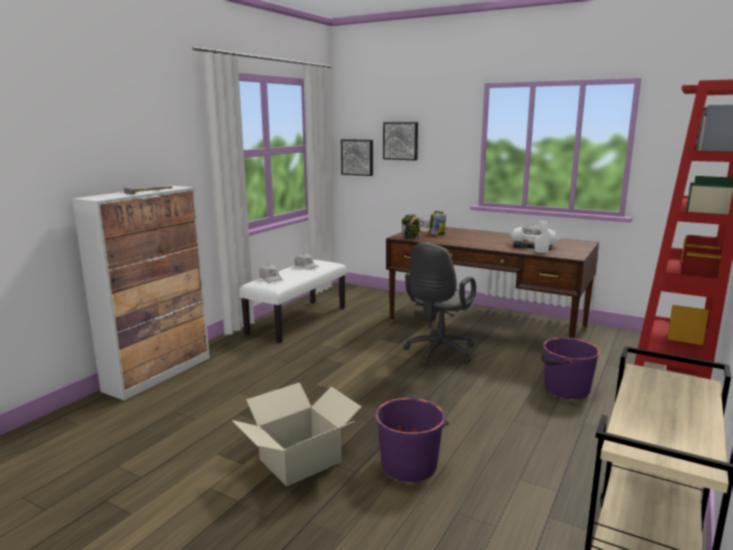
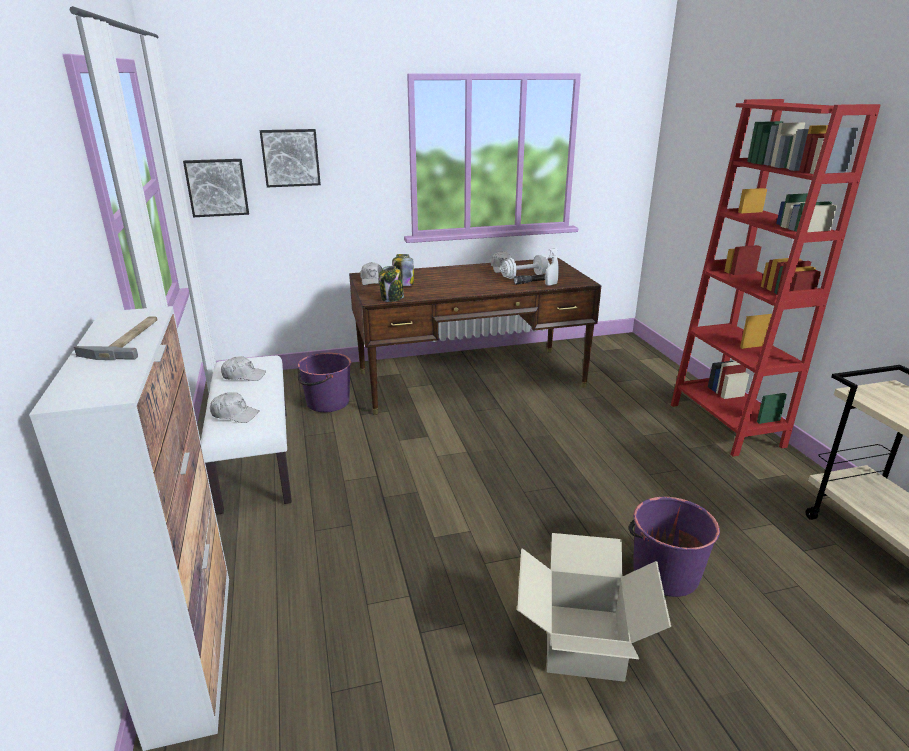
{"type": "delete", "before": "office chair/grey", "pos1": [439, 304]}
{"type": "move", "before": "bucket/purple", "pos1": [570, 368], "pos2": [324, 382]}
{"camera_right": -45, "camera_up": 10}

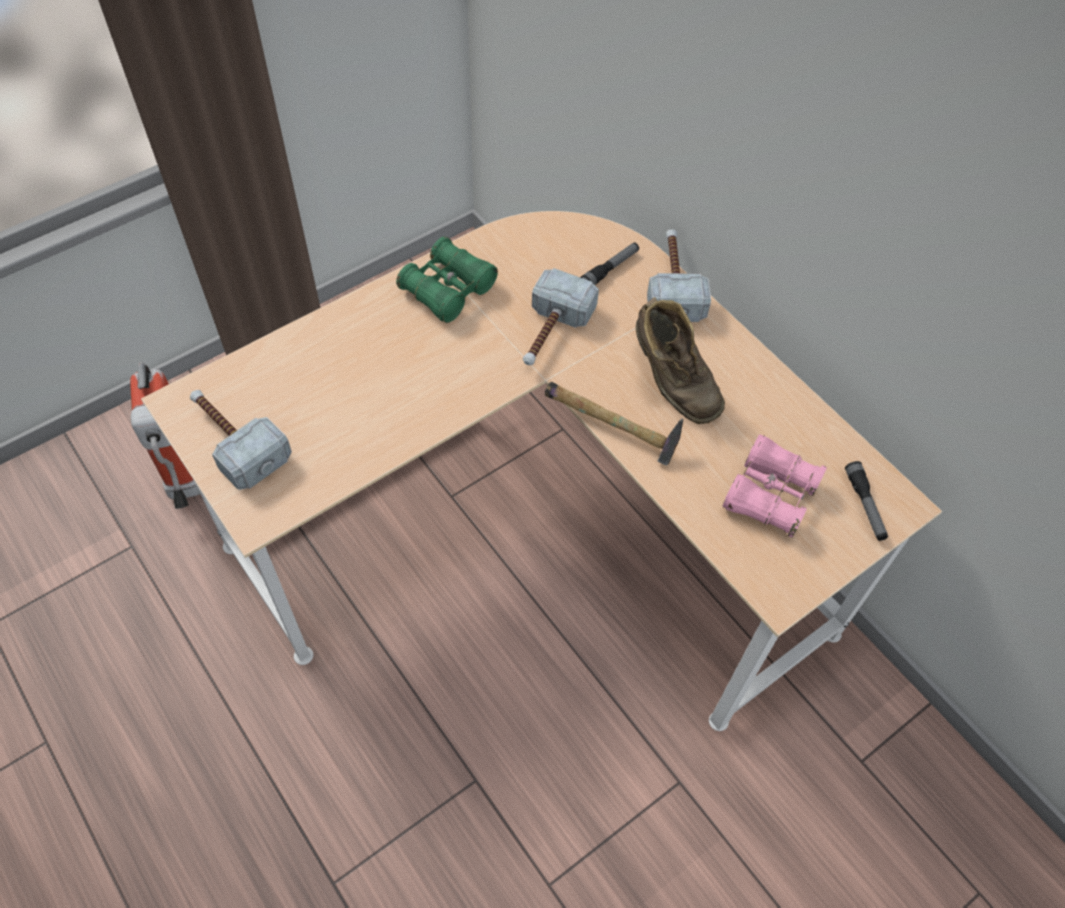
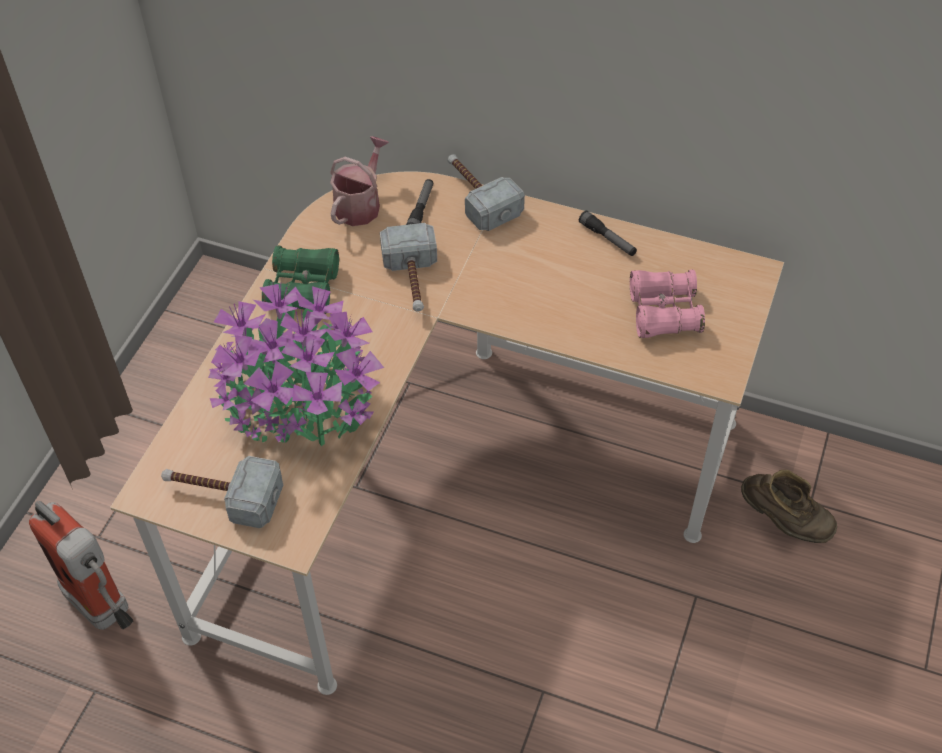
{"type": "move", "before": "boot/brown", "pos1": [680, 360], "pos2": [789, 506]}
{"type": "delete", "before": "hammer", "pos1": [614, 424]}
{"type": "move", "before": "flashlight", "pos1": [866, 501], "pos2": [608, 233]}
{"type": "insert", "after": "watering can", "pos2": [359, 181]}
{"type": "insert", "after": "potted plant", "pos2": [296, 364]}
{"camera_right": -30, "camera_up": -5}

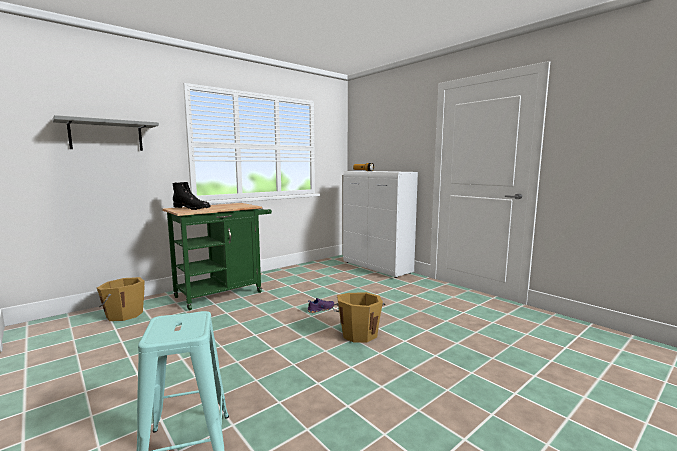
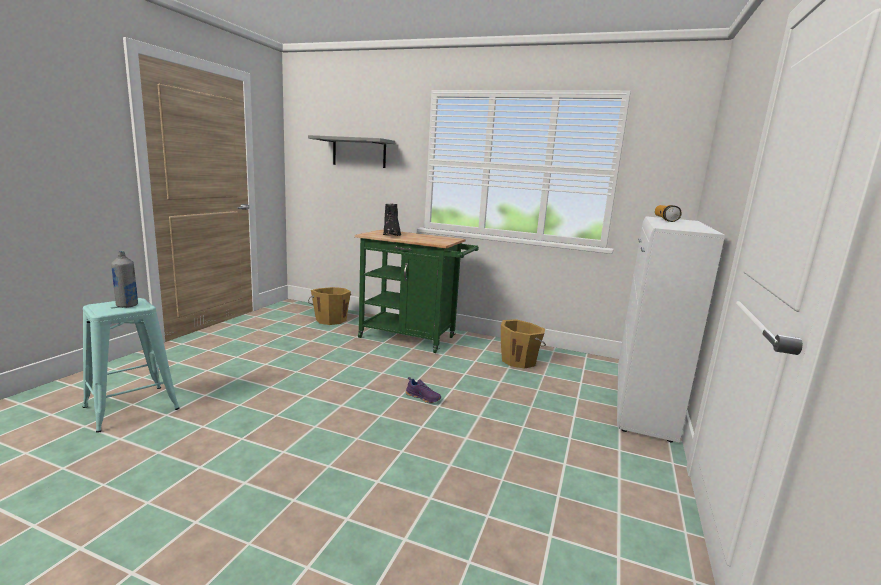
{"type": "move", "before": "bucket/orange", "pos1": [359, 317], "pos2": [523, 344]}
{"type": "insert", "after": "bottle/grey", "pos2": [124, 279]}
{"camera_right": 60, "camera_up": 5}

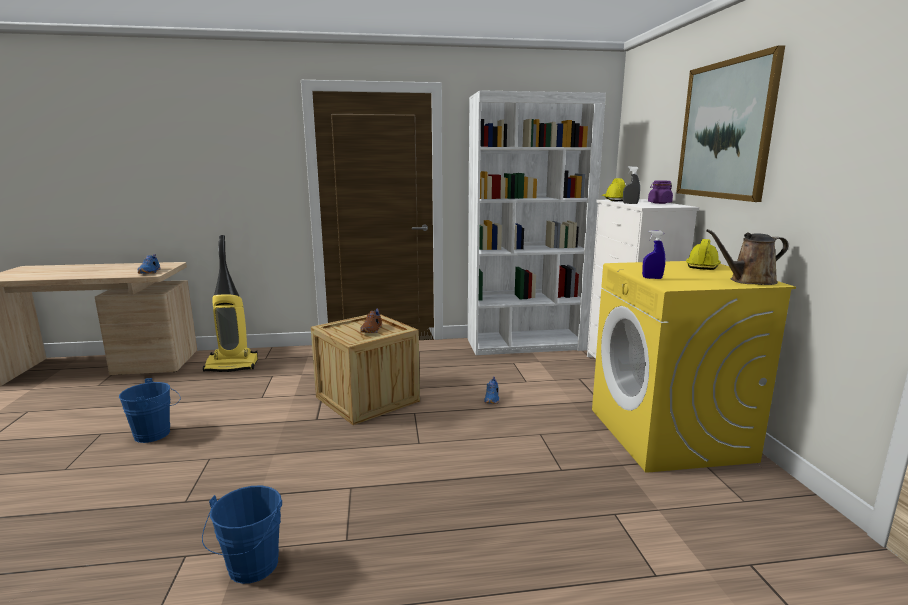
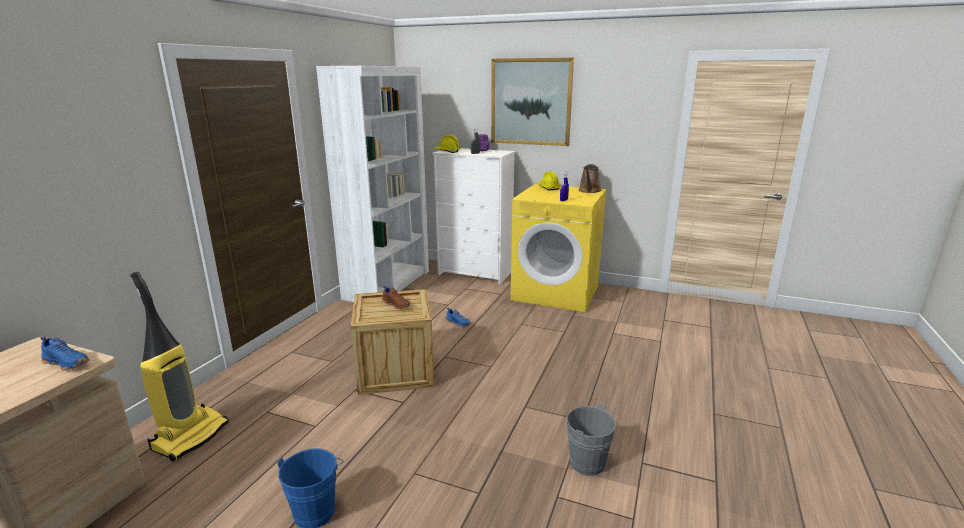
{"type": "recolor", "before": "bucket/blue", "after": "bucket/grey", "pos1": [242, 534], "pos2": [595, 439]}
{"camera_right": -60, "camera_up": 5}

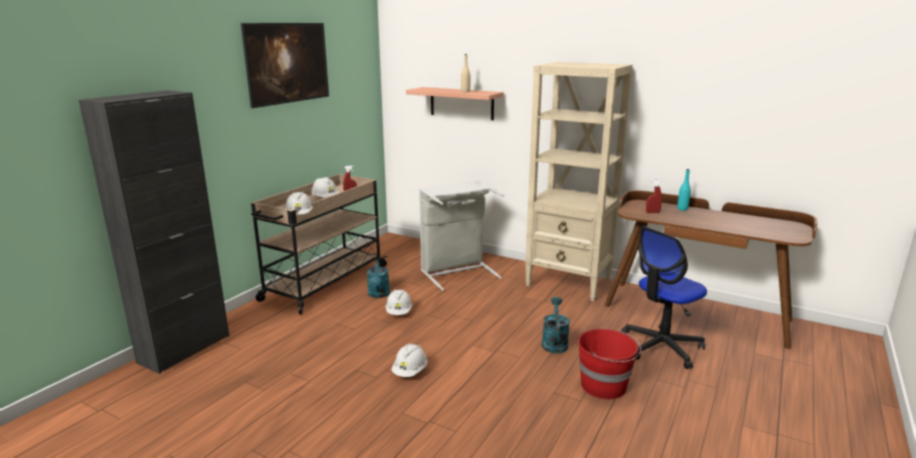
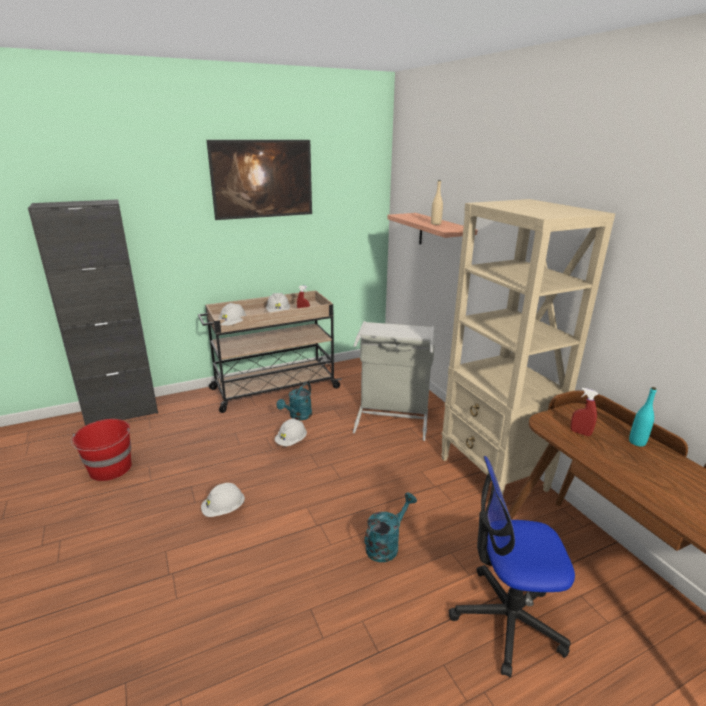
{"type": "move", "before": "bucket/red", "pos1": [609, 364], "pos2": [101, 450]}
{"camera_right": 35, "camera_up": 5}

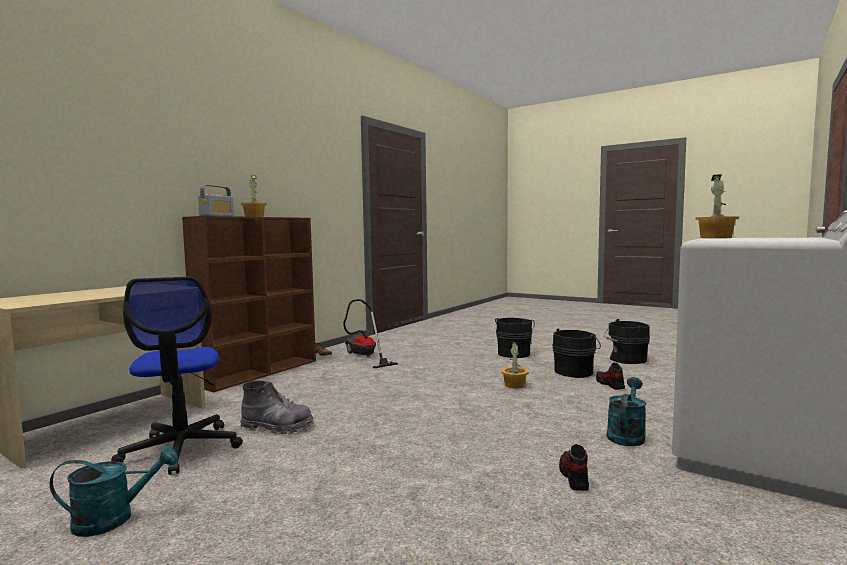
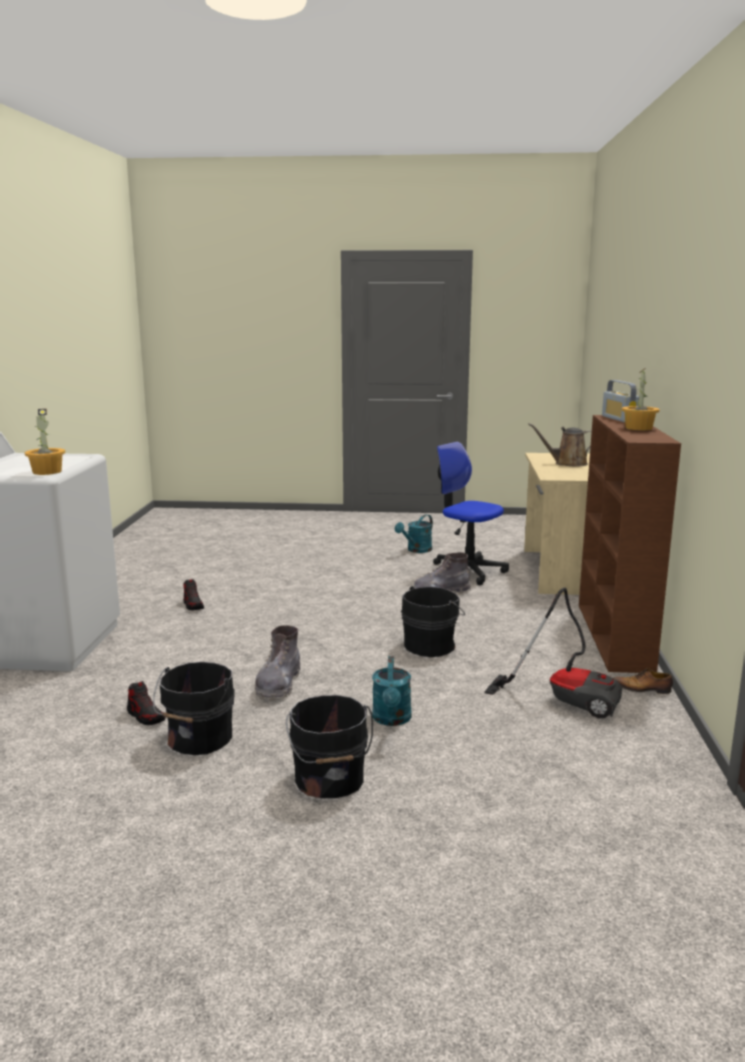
{"type": "move", "before": "bucket/black", "pos1": [627, 341], "pos2": [433, 621]}
{"type": "replace", "before": "potted plant", "after": "boot/grey", "pos1": [514, 364], "pos2": [277, 663]}
{"type": "move", "before": "watering can/turquoise", "pos1": [626, 411], "pos2": [391, 691]}
{"type": "insert", "after": "watering can/brown", "pos2": [560, 445]}
{"camera_right": 150, "camera_up": 10}

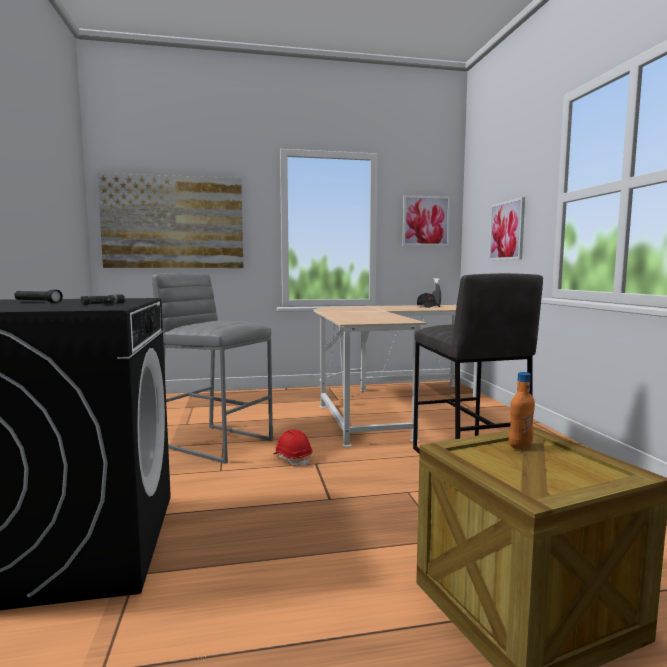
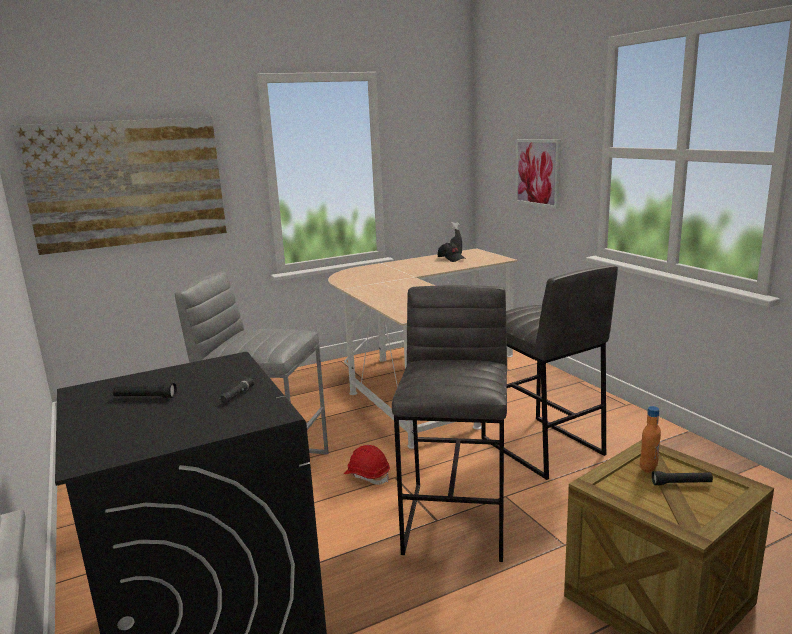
{"type": "delete", "before": "picture", "pos1": [426, 220]}
{"type": "insert", "after": "stool/grey", "pos2": [449, 423]}
{"type": "insert", "after": "flashlight/black", "pos2": [682, 478]}
{"camera_right": -15, "camera_up": 10}

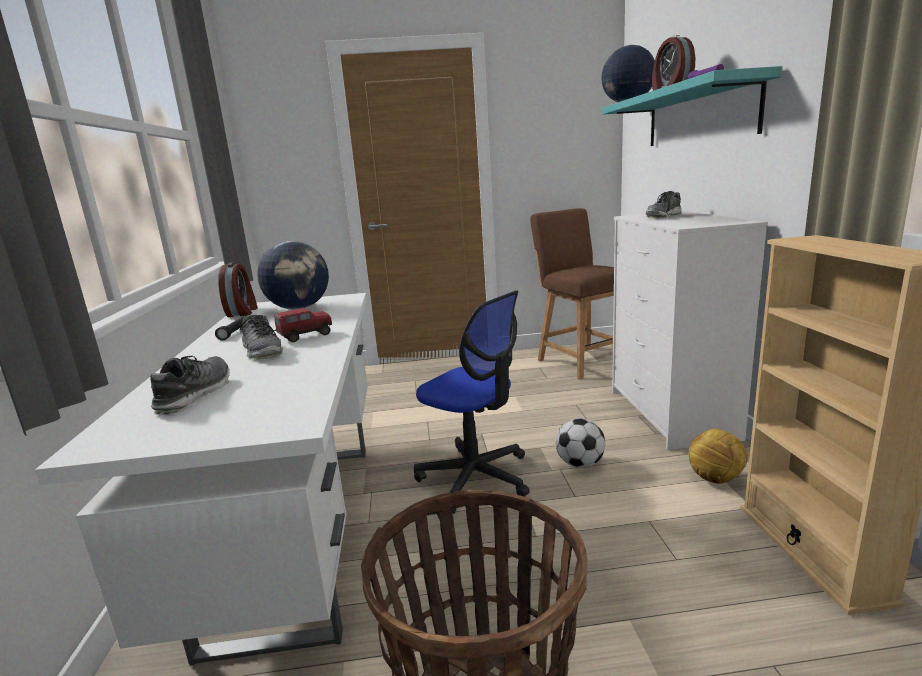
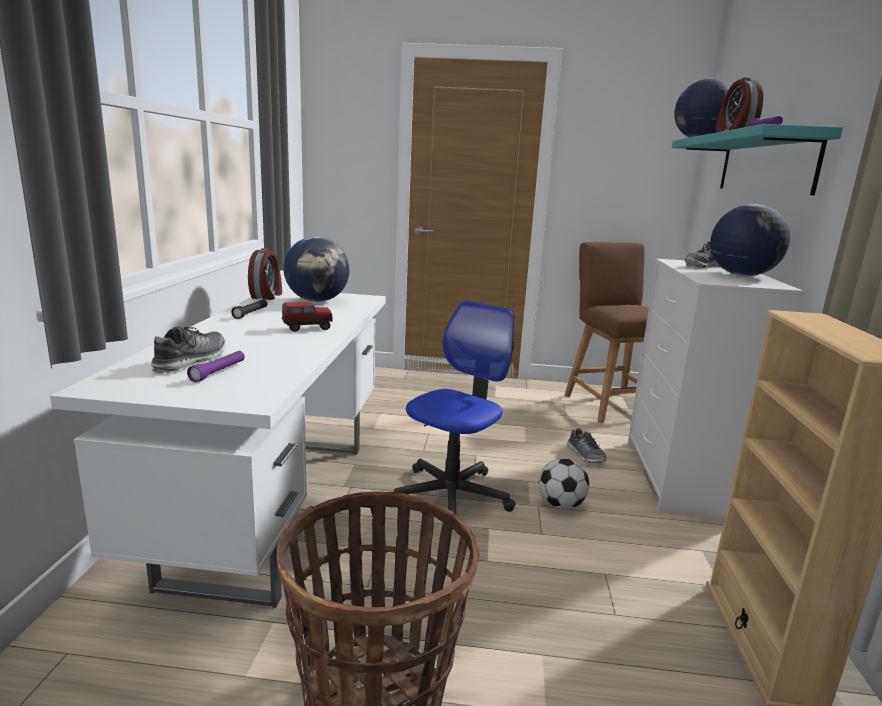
{"type": "rotate", "before": "office chair", "pos1": [472, 402], "pos2": [454, 407], "turn": -105}
{"type": "move", "before": "shoe", "pos1": [261, 336], "pos2": [587, 446]}
{"type": "delete", "before": "football", "pos1": [718, 456]}
{"type": "insert", "after": "globe", "pos2": [750, 240]}
{"type": "insert", "after": "flashlight/purple", "pos2": [216, 367]}
{"camera_right": 10, "camera_up": 0}

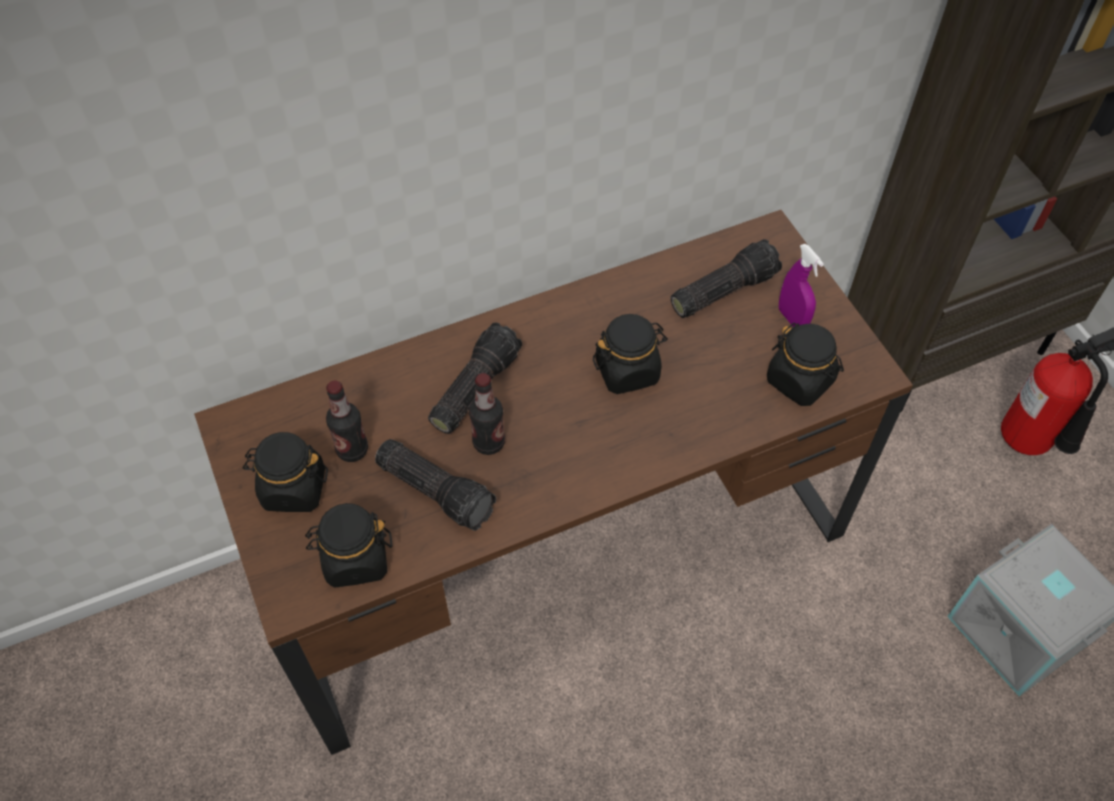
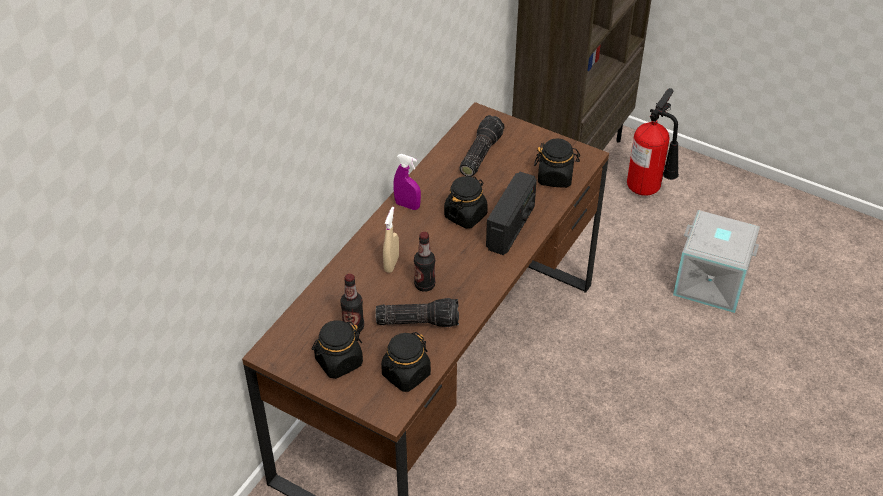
{"type": "move", "before": "spray bottle/purple", "pos1": [801, 285], "pos2": [407, 182]}
{"type": "replace", "before": "flashlight", "after": "spray bottle/beige", "pos1": [475, 378], "pos2": [391, 240]}
{"type": "insert", "after": "radio", "pos2": [511, 213]}
{"camera_right": -35, "camera_up": -10}

